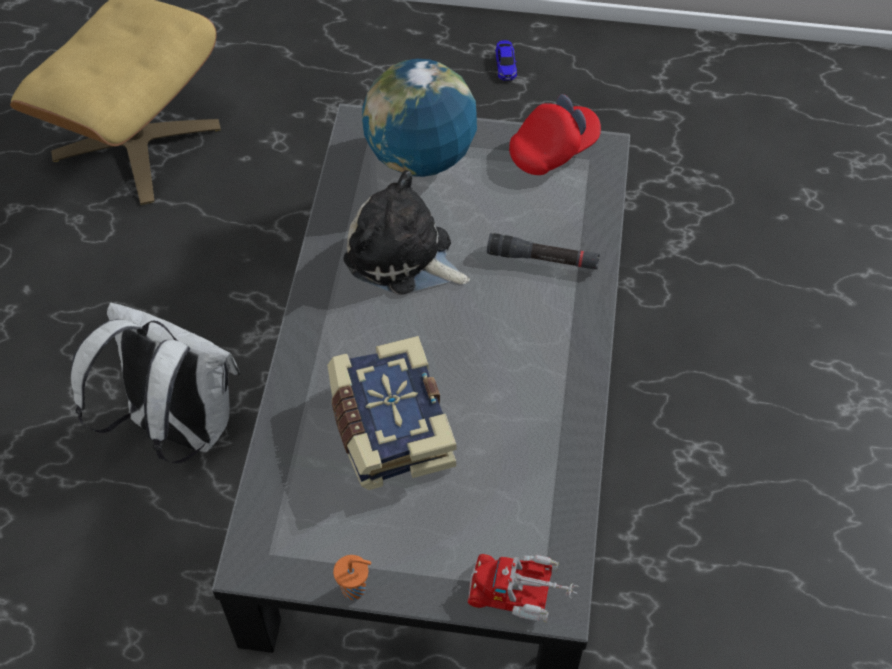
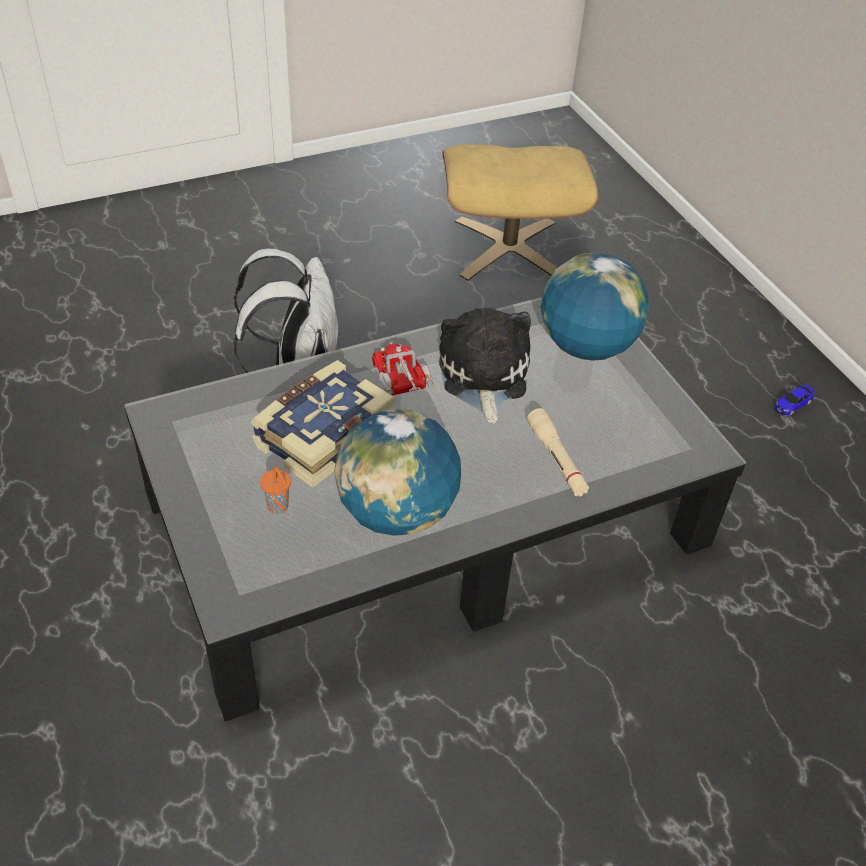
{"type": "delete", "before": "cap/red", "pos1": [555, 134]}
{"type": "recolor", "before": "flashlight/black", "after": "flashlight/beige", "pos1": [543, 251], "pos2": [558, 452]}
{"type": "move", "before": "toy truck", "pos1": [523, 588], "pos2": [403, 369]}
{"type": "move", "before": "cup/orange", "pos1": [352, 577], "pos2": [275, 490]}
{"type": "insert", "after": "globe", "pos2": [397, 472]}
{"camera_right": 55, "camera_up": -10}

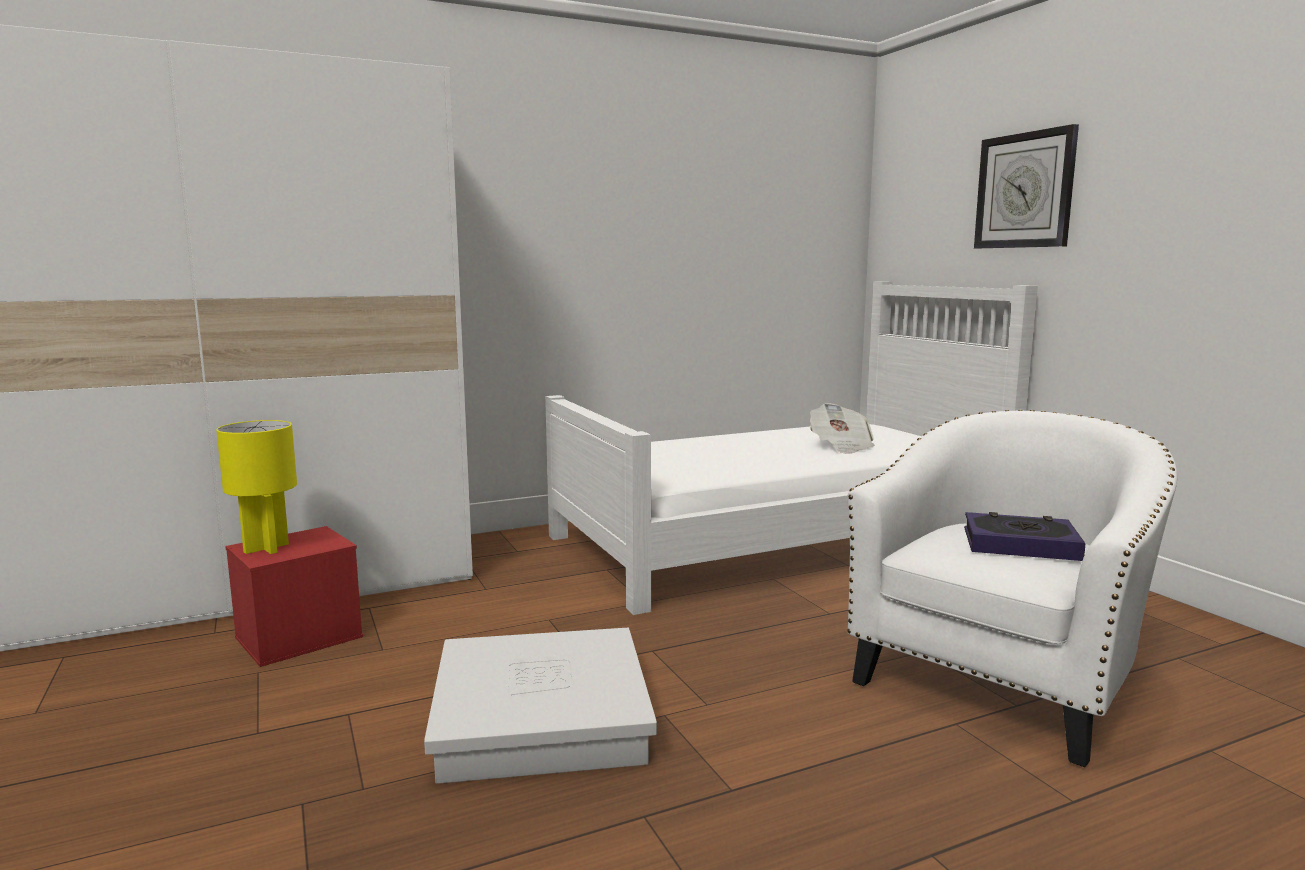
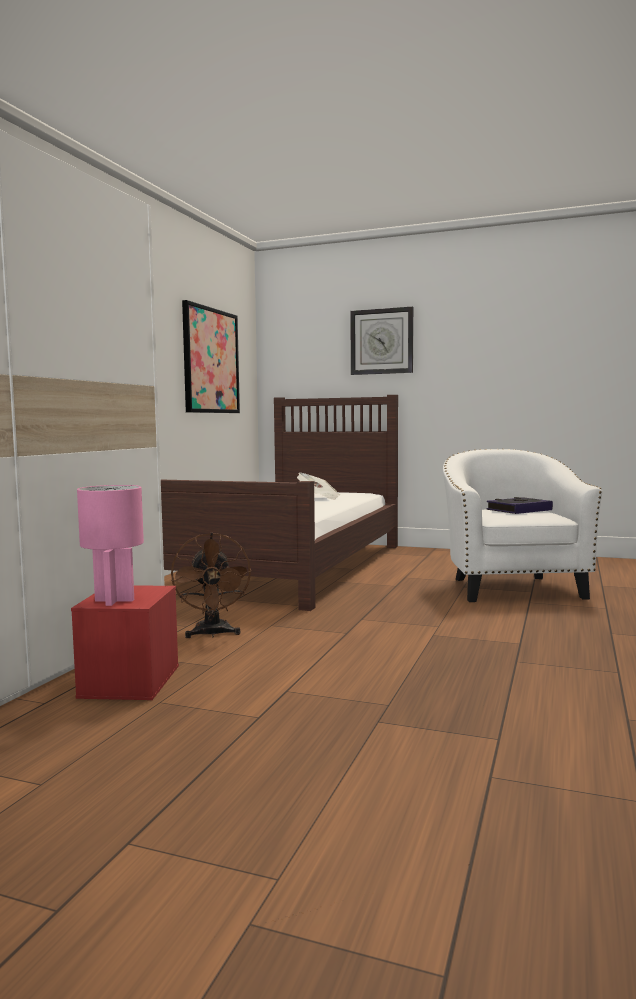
{"type": "recolor", "before": "bed/white", "after": "bed/brown", "pos1": [791, 448], "pos2": [279, 503]}
{"type": "recolor", "before": "table lamp/yellow", "after": "table lamp/pink", "pos1": [256, 487], "pos2": [110, 545]}
{"type": "delete", "before": "storage box/white", "pos1": [540, 706]}
{"type": "insert", "after": "picture", "pos2": [211, 356]}
{"type": "insert", "after": "fan/brown", "pos2": [211, 585]}
{"camera_right": -45, "camera_up": -5}

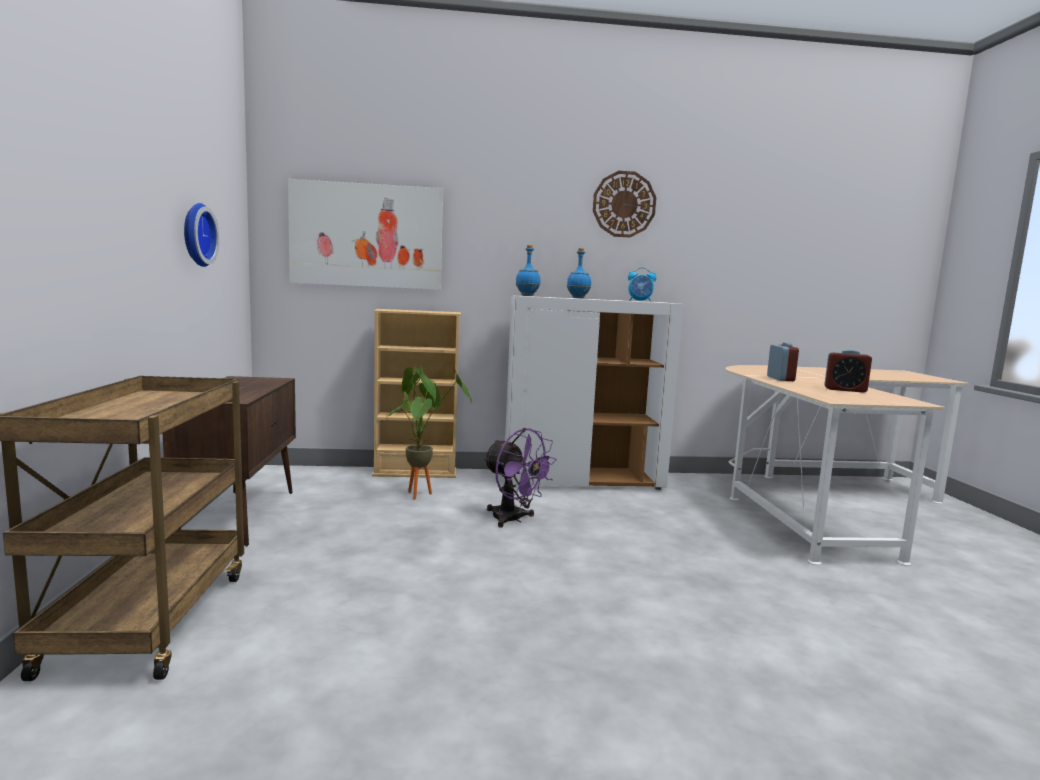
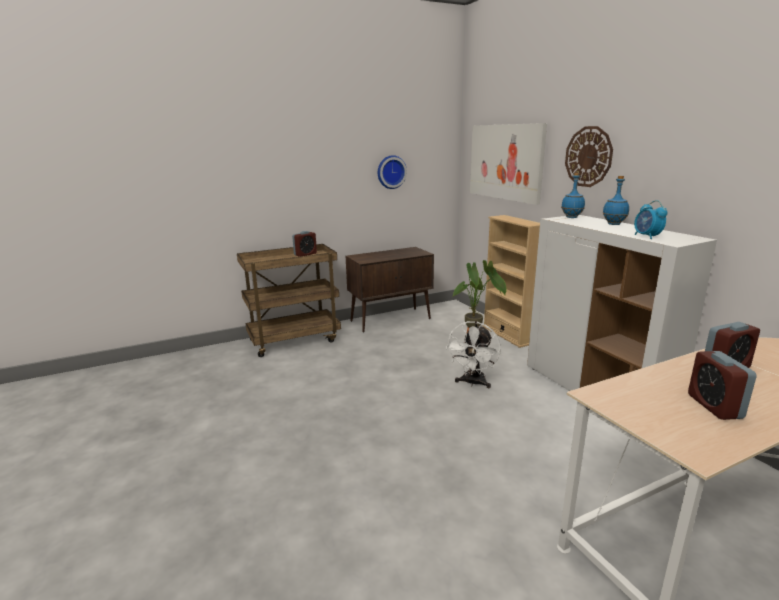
{"type": "move", "before": "wall clock", "pos1": [624, 204], "pos2": [589, 156]}
{"type": "recolor", "before": "fan/purple", "after": "fan/white", "pos1": [520, 478], "pos2": [473, 354]}
{"type": "insert", "after": "alarm clock", "pos2": [304, 244]}
{"camera_right": 70, "camera_up": 10}

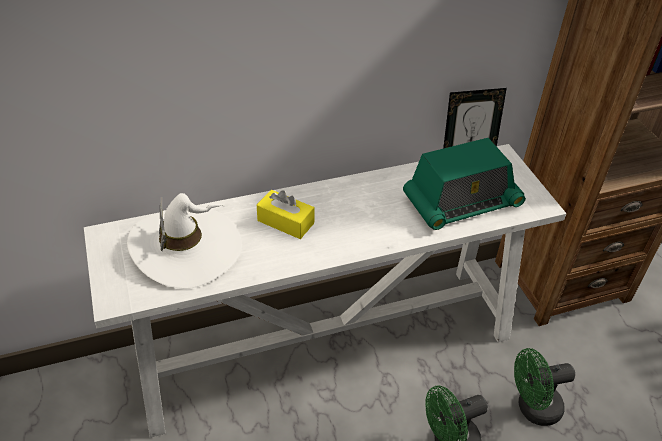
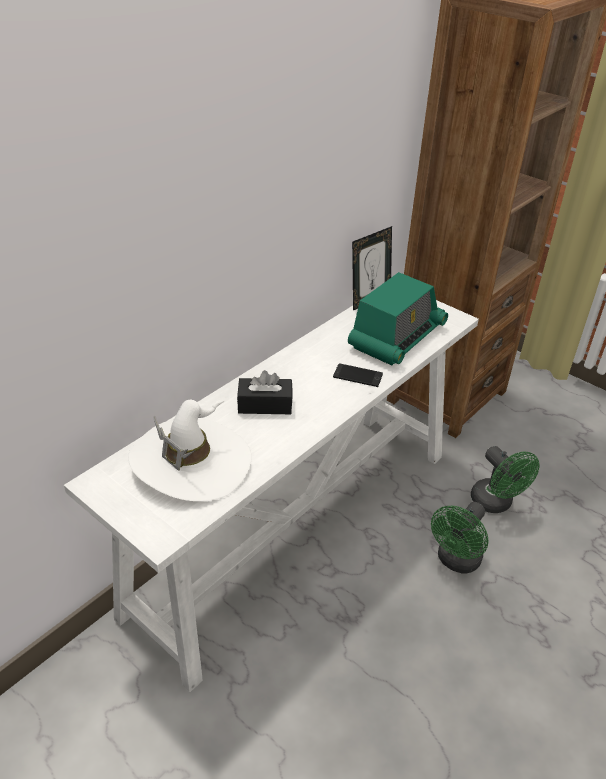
{"type": "recolor", "before": "tissue box/yellow", "after": "tissue box/black", "pos1": [286, 214], "pos2": [265, 392]}
{"type": "rotate", "before": "fan/green", "pos1": [544, 387], "pos2": [505, 479], "turn": -75}
{"type": "insert", "after": "phone", "pos2": [358, 375]}
{"camera_right": -30, "camera_up": -5}

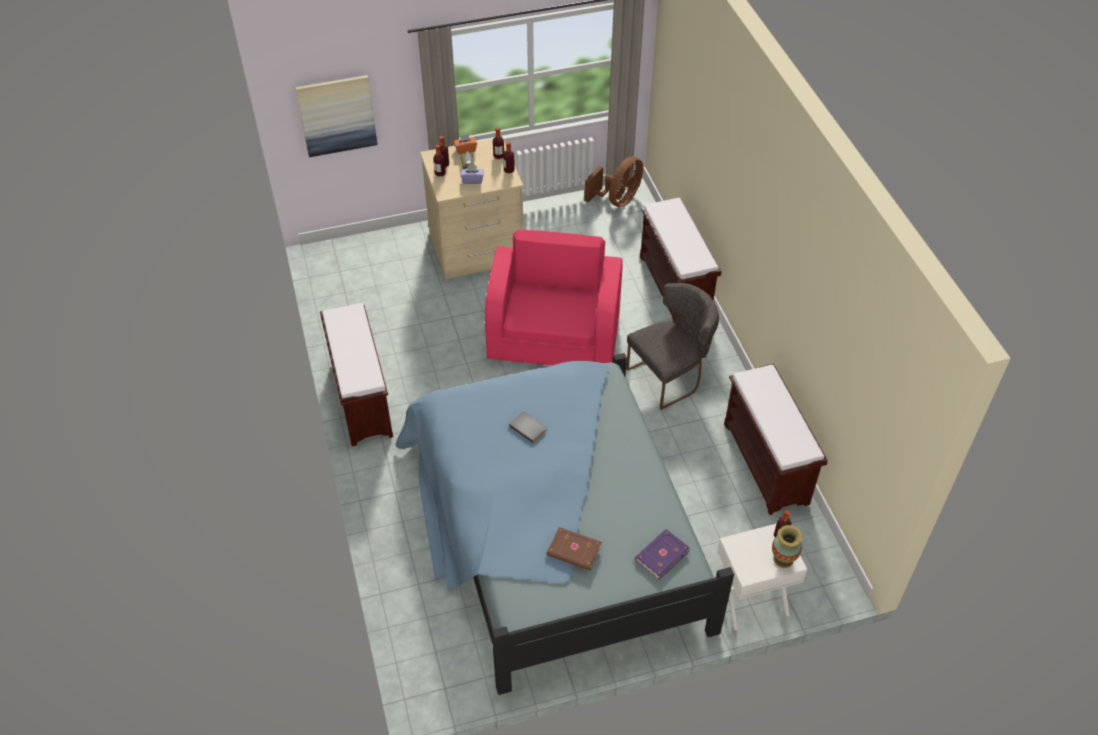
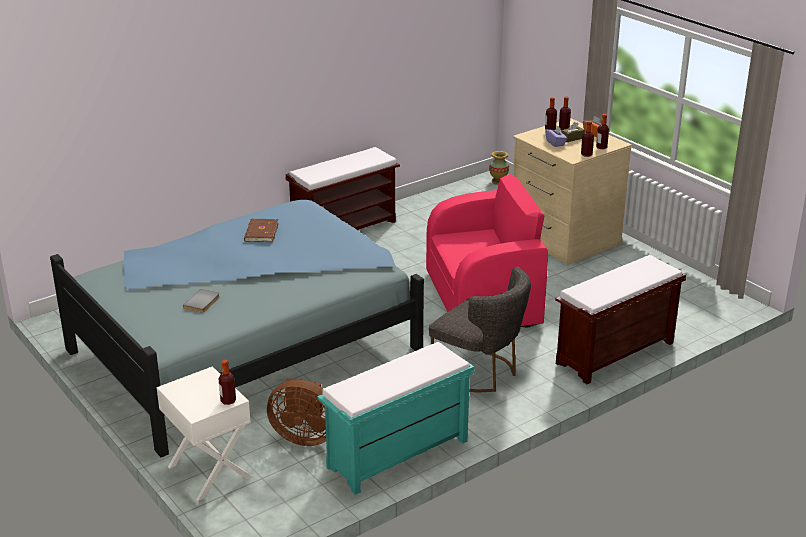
{"type": "delete", "before": "picture", "pos1": [336, 116]}
{"type": "move", "before": "fan/brown", "pos1": [613, 182], "pos2": [296, 412]}
{"type": "recolor", "before": "bench/brown", "after": "bench/turquoise", "pos1": [776, 439], "pos2": [396, 418]}
{"type": "move", "before": "book/grey", "pos1": [528, 427], "pos2": [201, 301]}
{"type": "move", "before": "vase", "pos1": [787, 546], "pos2": [499, 168]}
{"type": "move", "before": "book/brown", "pos1": [574, 549], "pos2": [261, 230]}
{"type": "delete", "before": "book/purple", "pos1": [662, 554]}
{"camera_right": 70, "camera_up": -20}

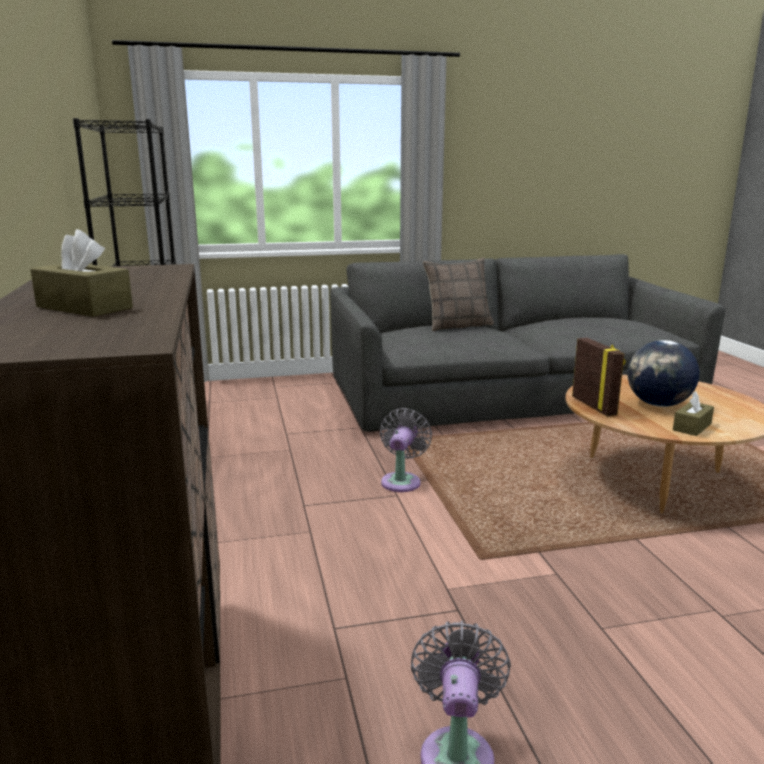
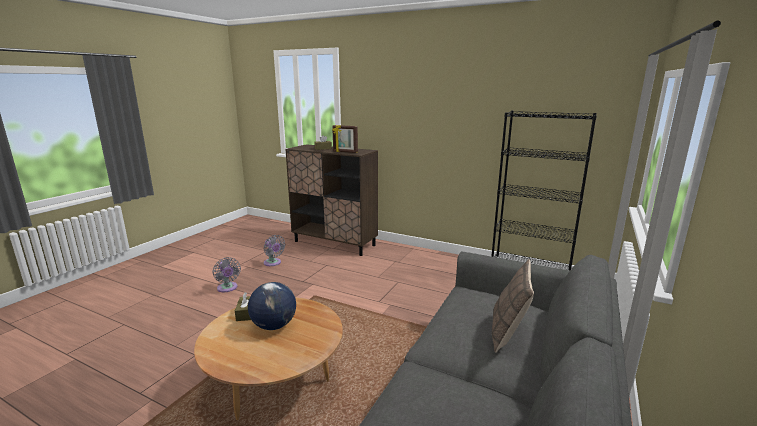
{"type": "move", "before": "picture frame", "pos1": [599, 377], "pos2": [345, 139]}
{"type": "move", "before": "fan/grey", "pos1": [406, 450], "pos2": [226, 274]}
{"camera_right": 130, "camera_up": 0}

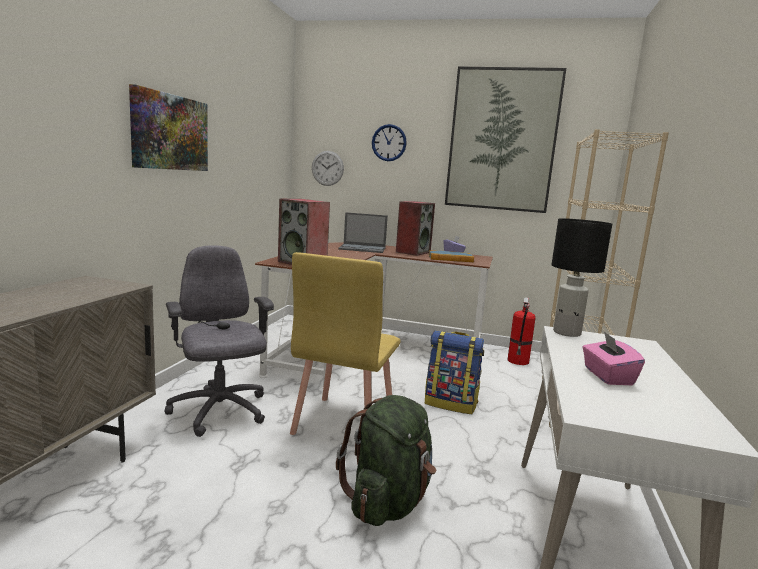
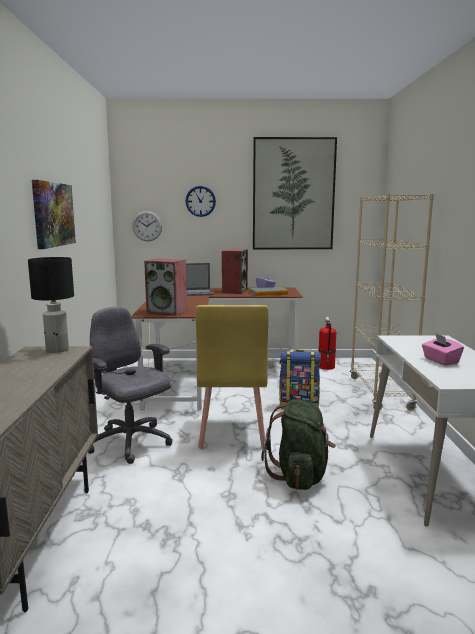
{"type": "move", "before": "table lamp/black", "pos1": [582, 277], "pos2": [51, 305]}
{"camera_right": -15, "camera_up": 0}

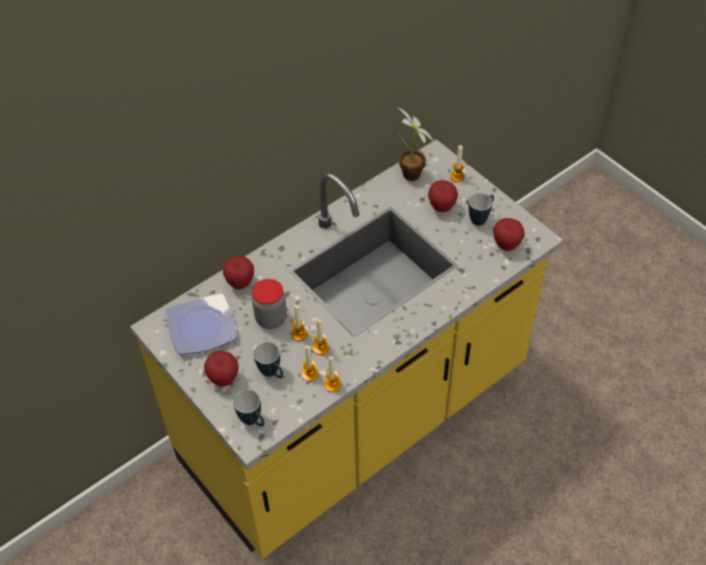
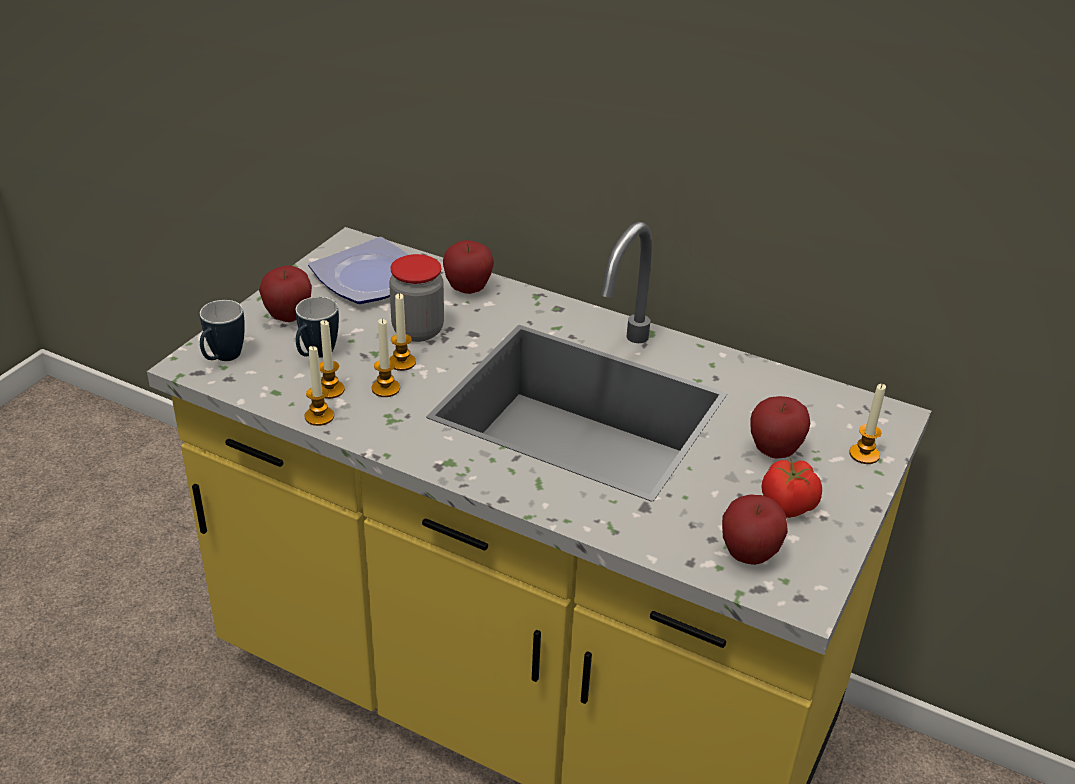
{"type": "delete", "before": "potted plant", "pos1": [415, 144]}
{"type": "replace", "before": "mug", "after": "tomato", "pos1": [481, 209], "pos2": [791, 488]}
{"camera_right": 65, "camera_up": -15}

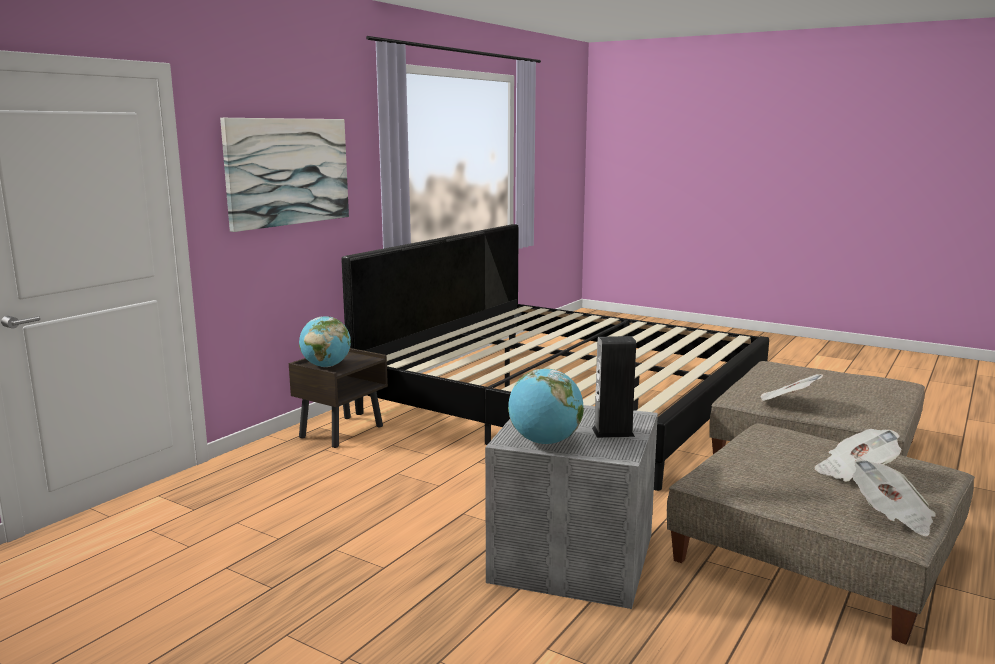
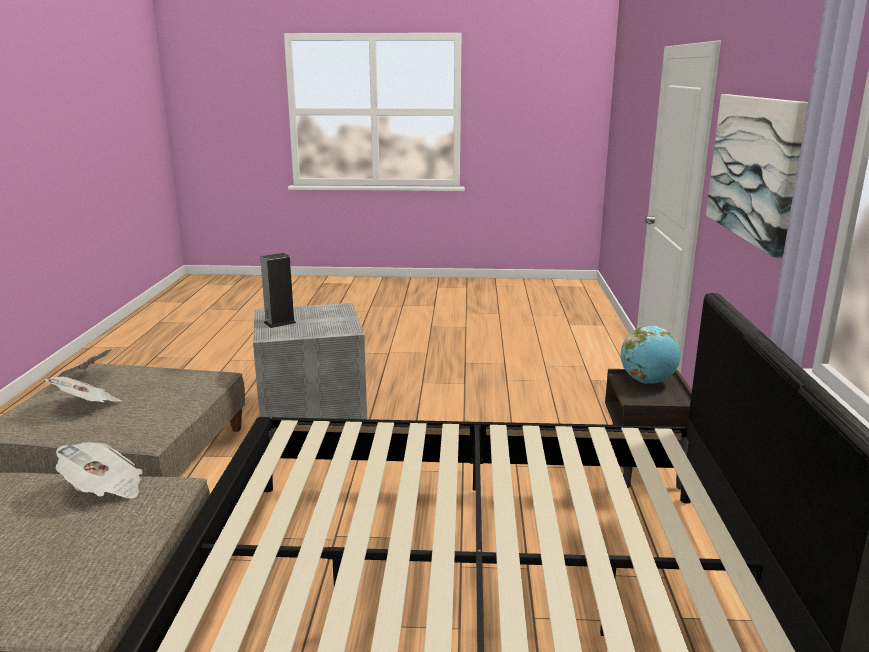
{"type": "delete", "before": "globe", "pos1": [546, 406]}
{"camera_right": 150, "camera_up": 5}

